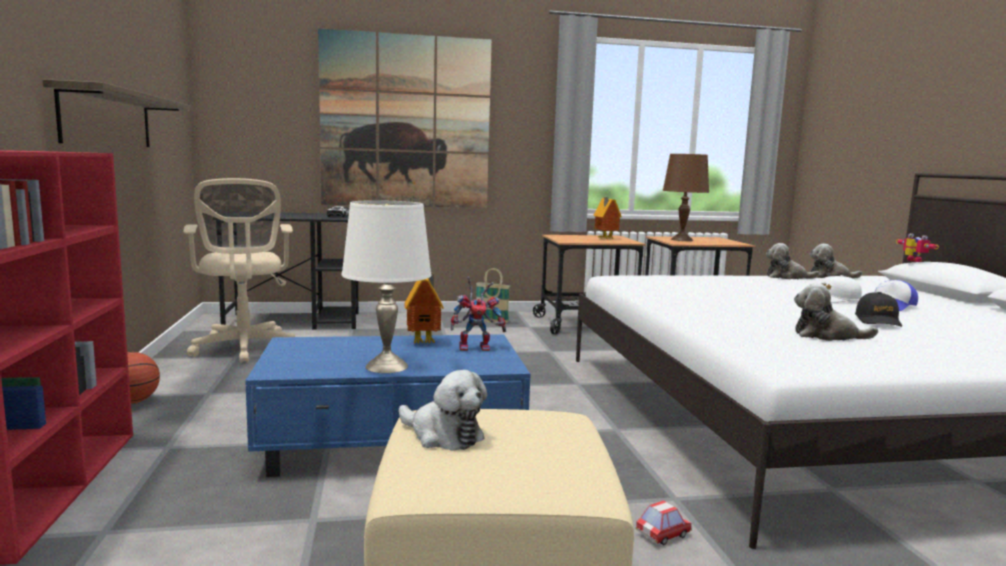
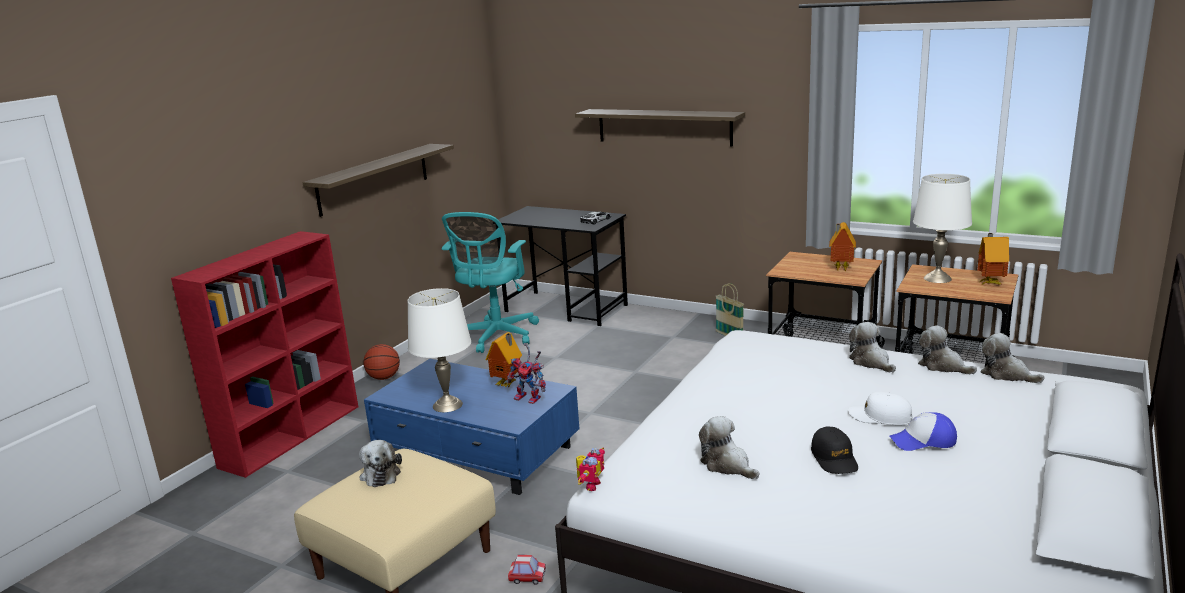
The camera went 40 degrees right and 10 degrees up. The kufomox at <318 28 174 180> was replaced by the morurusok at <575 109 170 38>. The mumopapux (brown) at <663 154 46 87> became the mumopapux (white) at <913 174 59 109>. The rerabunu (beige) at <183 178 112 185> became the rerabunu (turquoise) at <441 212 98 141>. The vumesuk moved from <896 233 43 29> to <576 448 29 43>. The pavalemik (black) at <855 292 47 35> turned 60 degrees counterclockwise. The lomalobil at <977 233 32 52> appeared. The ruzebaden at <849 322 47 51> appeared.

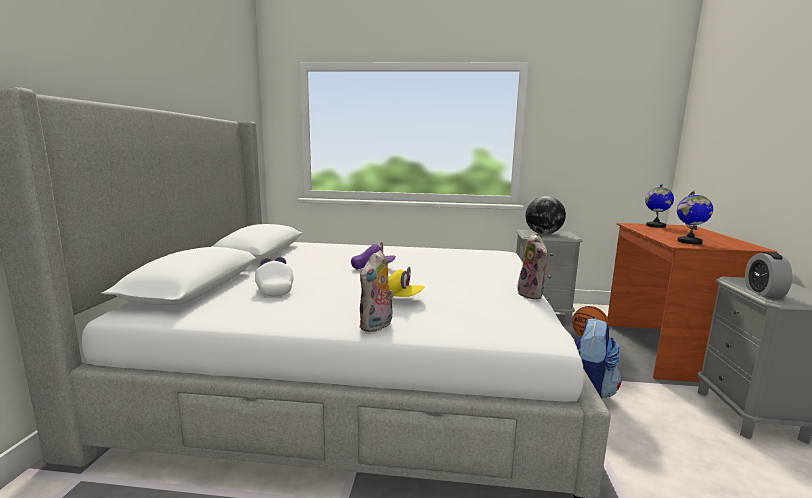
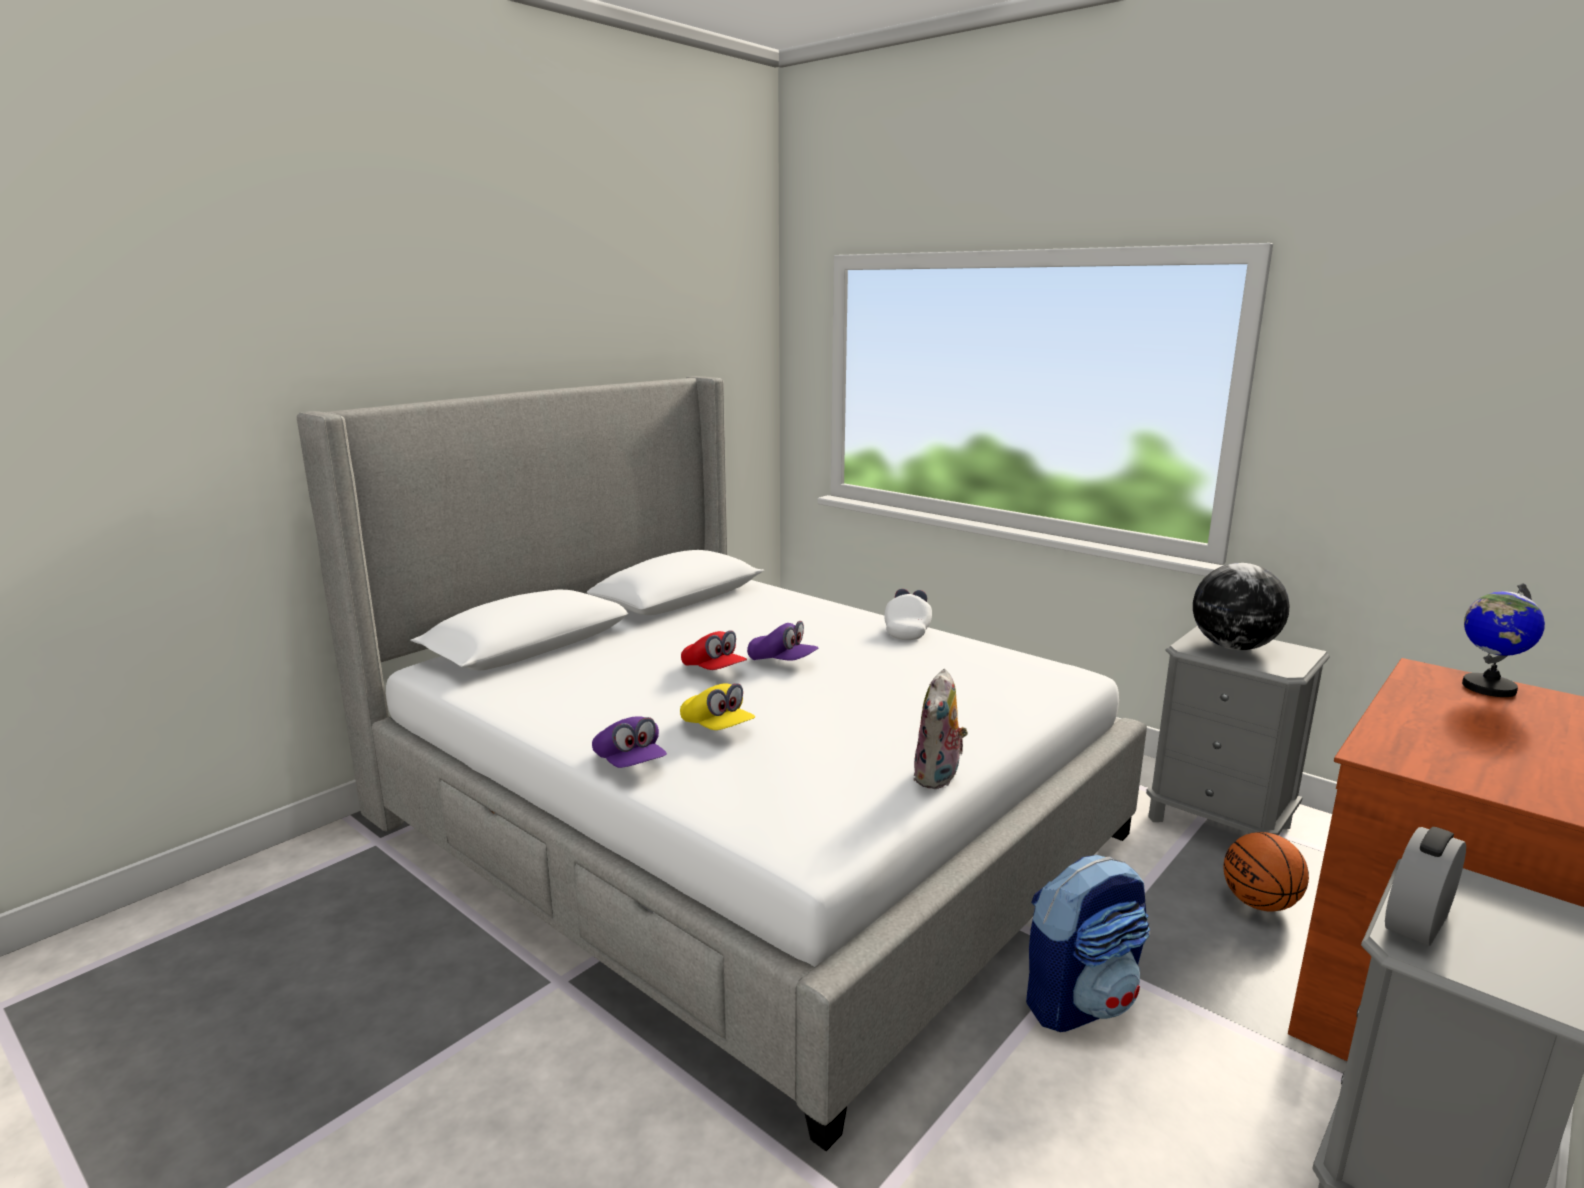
The camera went 35 degrees right and 5 degrees up. The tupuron at <677 190 36 54> disappeared. The ruzebaden at <359 250 35 82> was replaced by the pavalemik (purple) at <592 716 75 52>. The pavalemik (white) moved from <255 257 39 39> to <884 589 48 51>. The pavalemik (red) at <681 630 66 40> appeared.

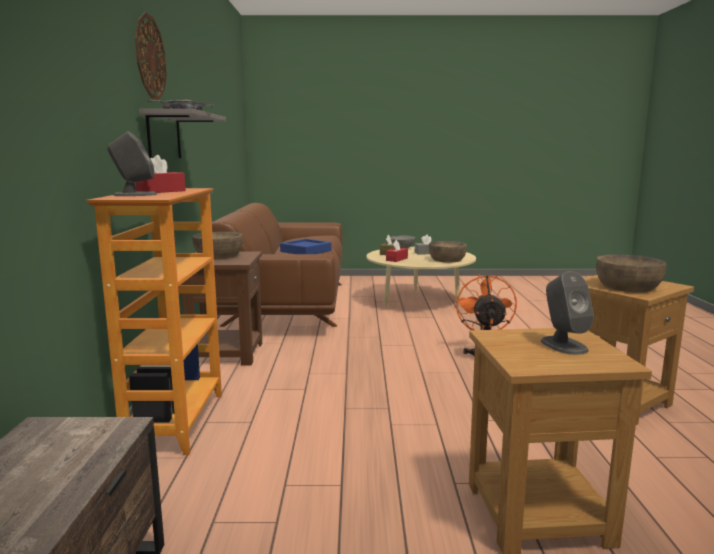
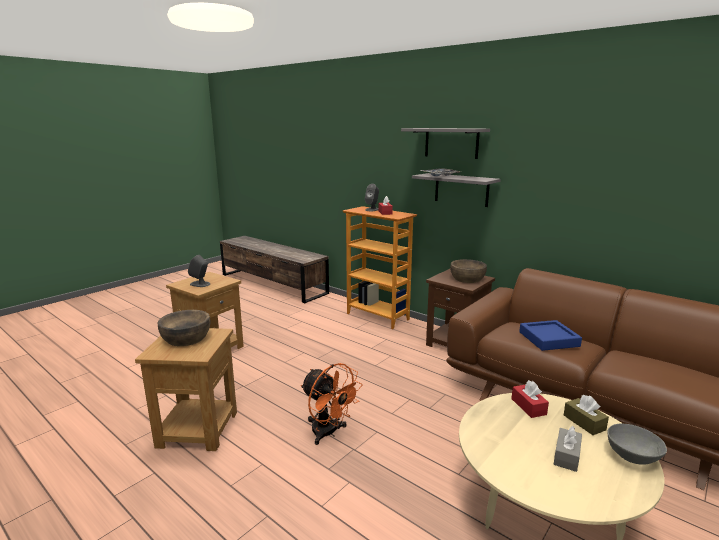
The camera went 130 degrees right and 5 degrees up. The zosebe at <135 12 32 88> was replaced by the morurusok (grey) at <401 128 89 31>. The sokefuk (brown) at <429 241 38 22> disappeared.

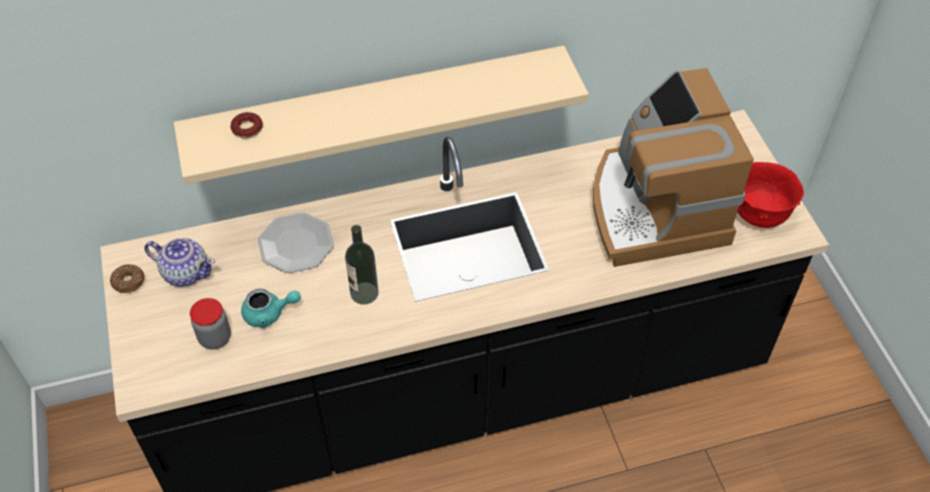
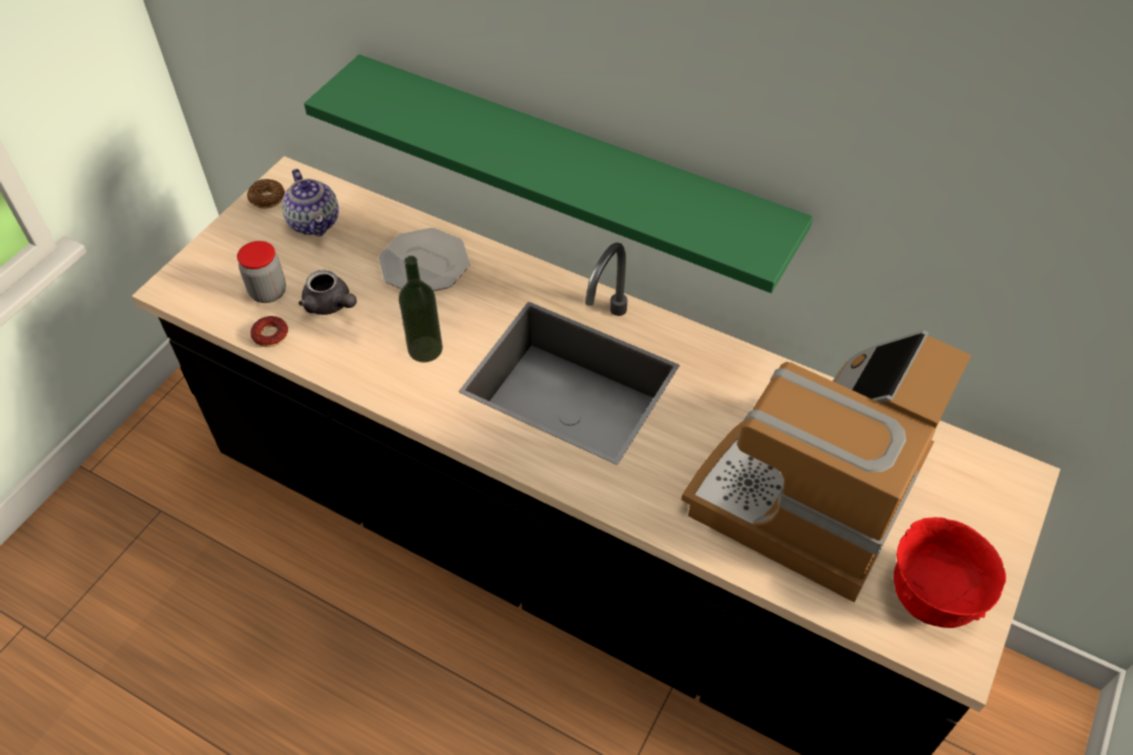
The camera went 45 degrees right and 0 degrees up. The morurusok (beige) at <174 46 415 139> became the morurusok (green) at <304 54 509 239>. The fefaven moved from <231 112 32 26> to <251 316 37 31>. The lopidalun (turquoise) at <241 289 60 39> became the lopidalun (grey) at <298 270 59 45>.

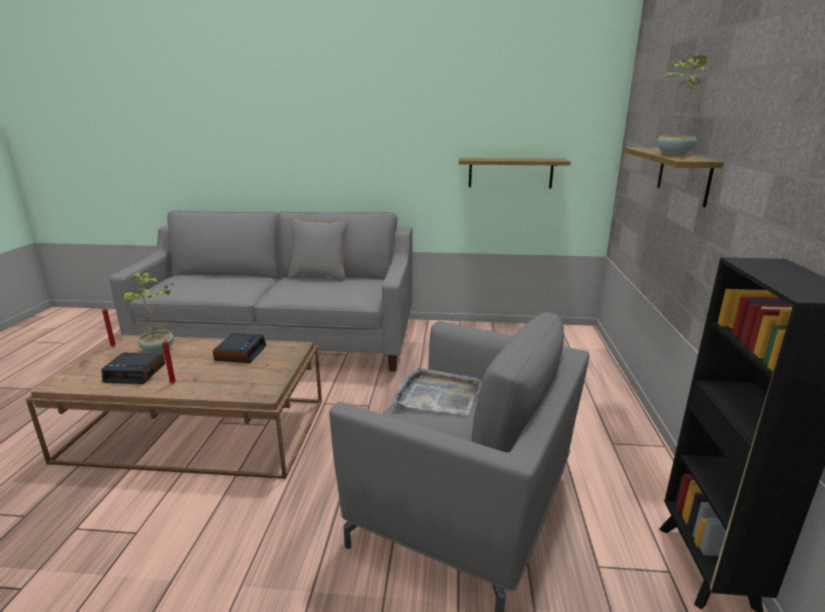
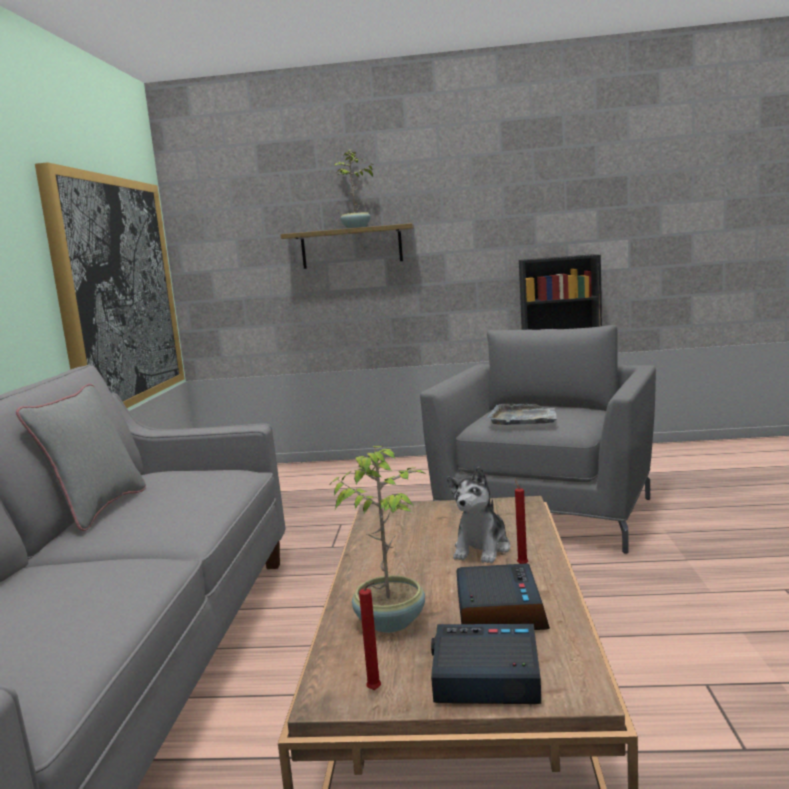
The camera went 90 degrees left and 10 degrees down. The morurusok at <459 158 112 30> was replaced by the kufomox at <35 162 150 246>. The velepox moved from <213 333 53 30> to <431 624 110 80>. The ruzebaden at <447 467 63 97> appeared.

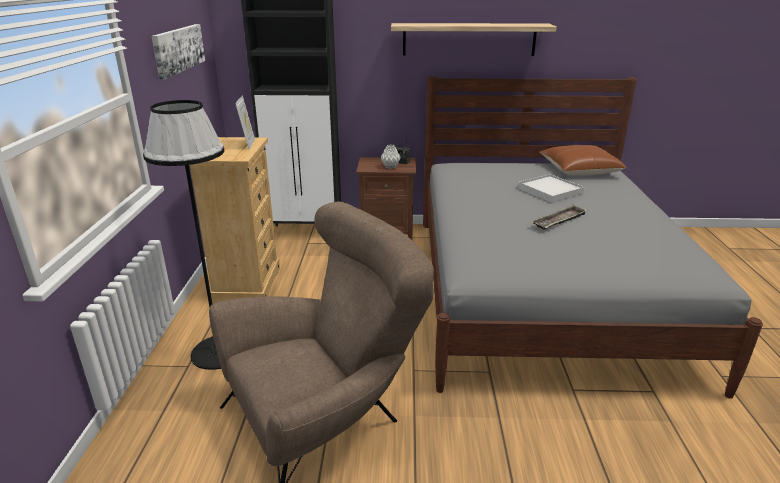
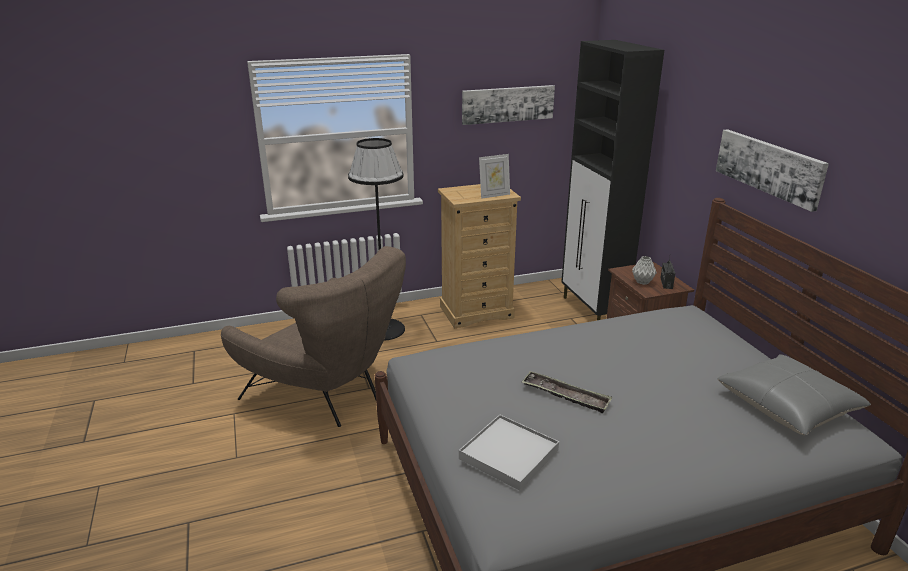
The camera went 70 degrees right and 0 degrees up. The morurusok at <391 23 166 33> was replaced by the kufomox at <716 129 113 83>. The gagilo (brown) at <539 145 87 30> became the gagilo (grey) at <717 354 154 81>. The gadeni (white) moved from <518 174 67 29> to <459 414 100 77>.

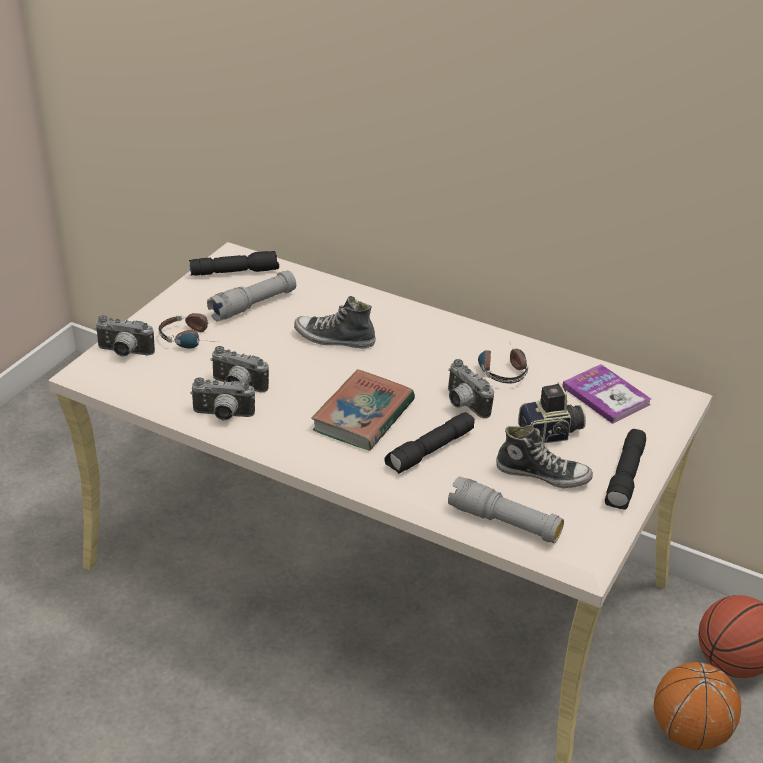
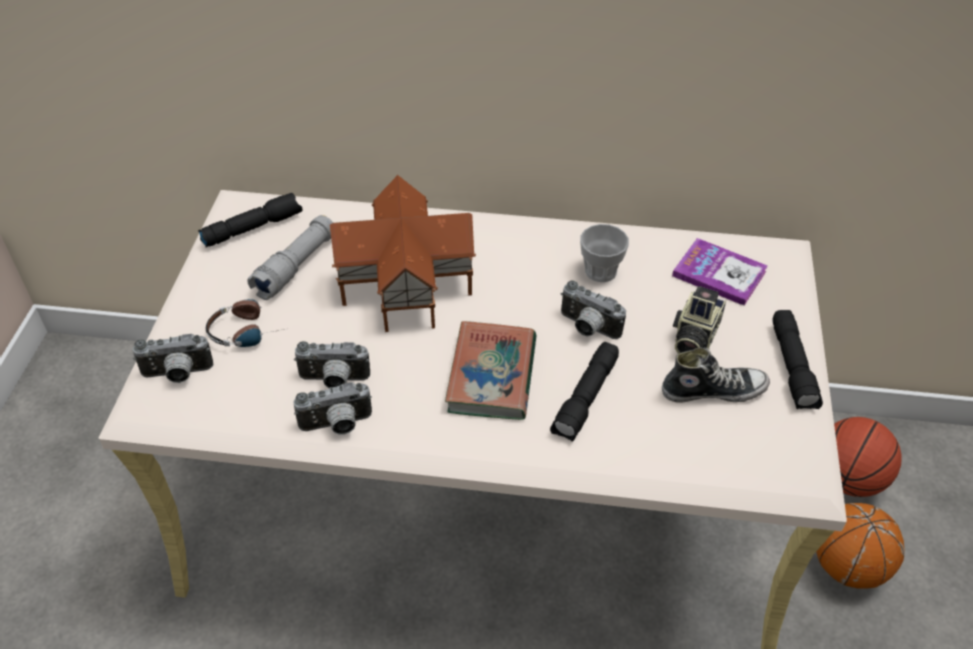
The camera went 20 degrees left and 10 degrees up. The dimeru at <294 296 82 52> was replaced by the lomalobil at <330 175 146 157>. The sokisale at <478 348 50 35> was replaced by the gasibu at <580 224 49 58>. The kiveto at <518 382 68 61> turned 150 degrees clockwise. The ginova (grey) at <448 477 116 67> disappeared.

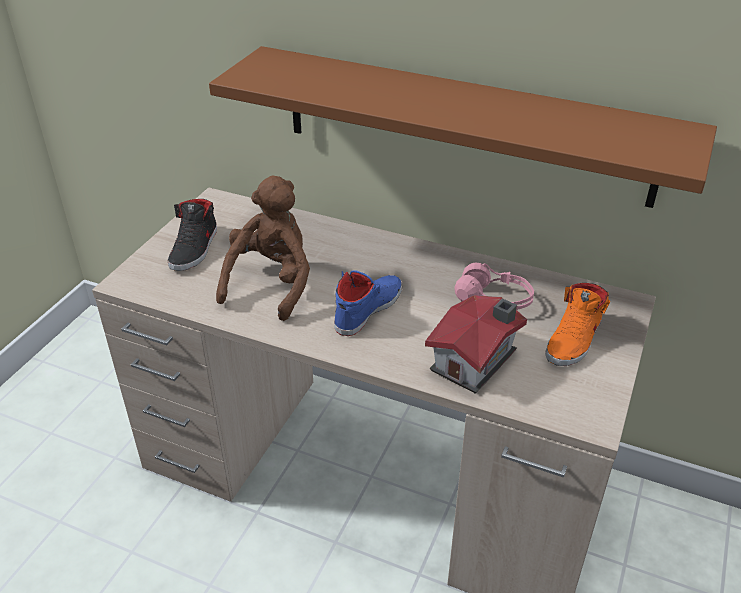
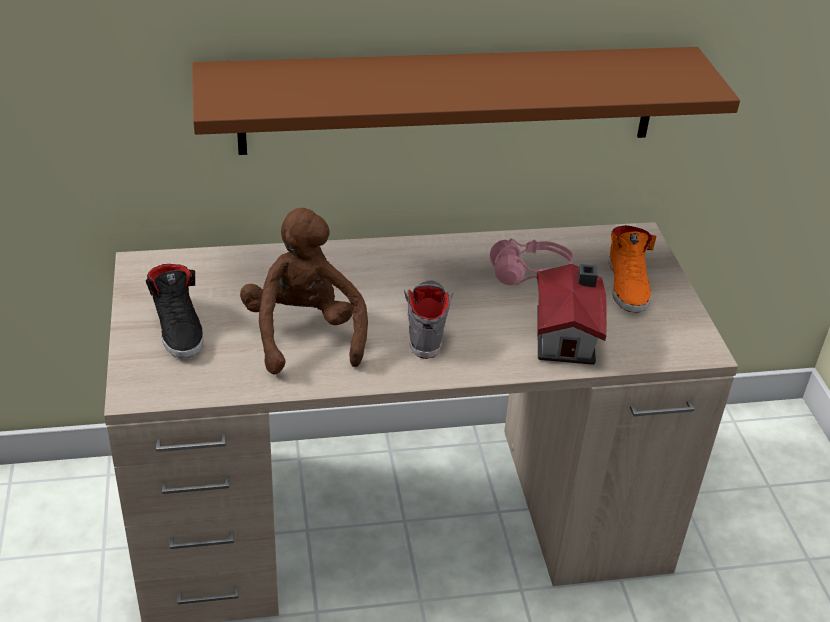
The camera went 35 degrees left and 0 degrees up. The dimeru (blue) at <334 270 68 66> became the dimeru (grey) at <404 280 50 79>.

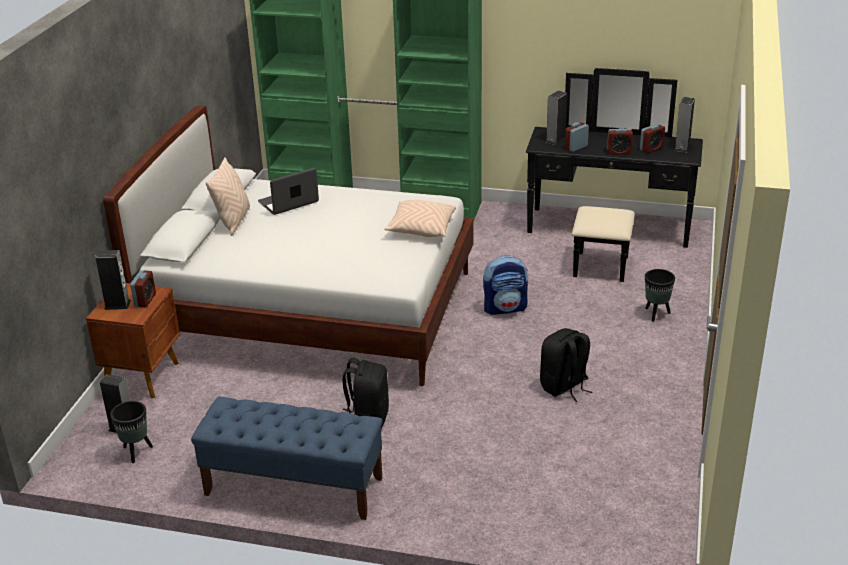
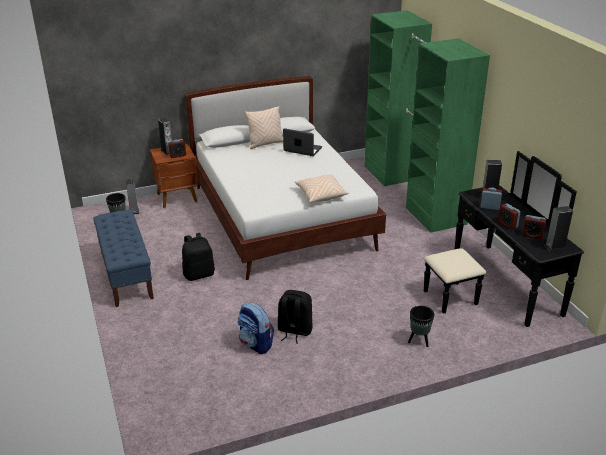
The camera went 55 degrees right and 0 degrees up. The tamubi moved from <483 255 45 60> to <238 303 36 51>.

